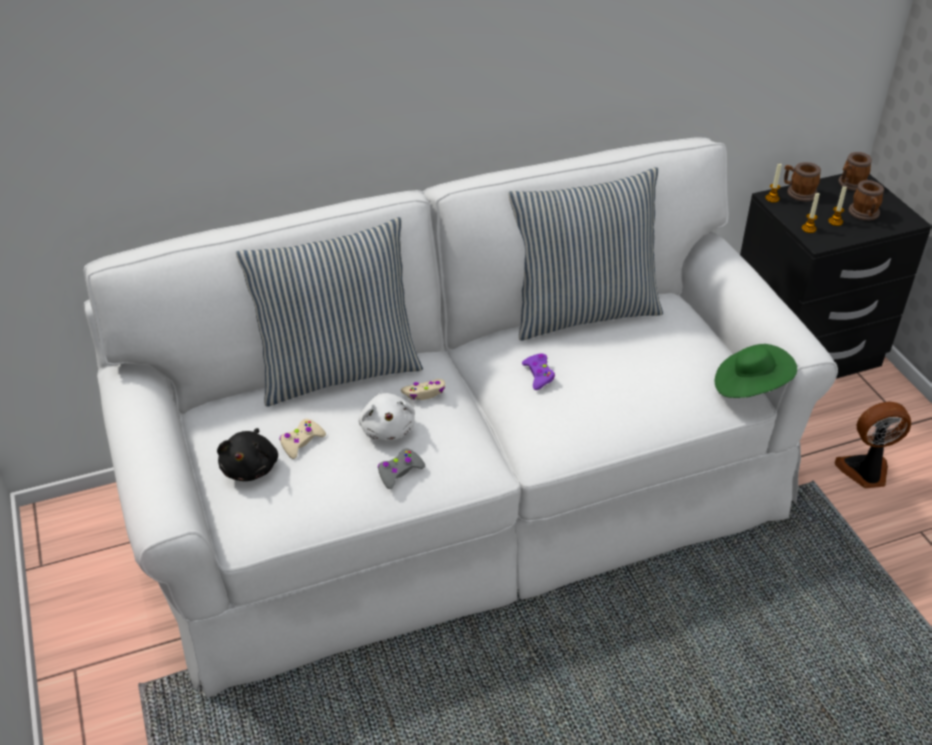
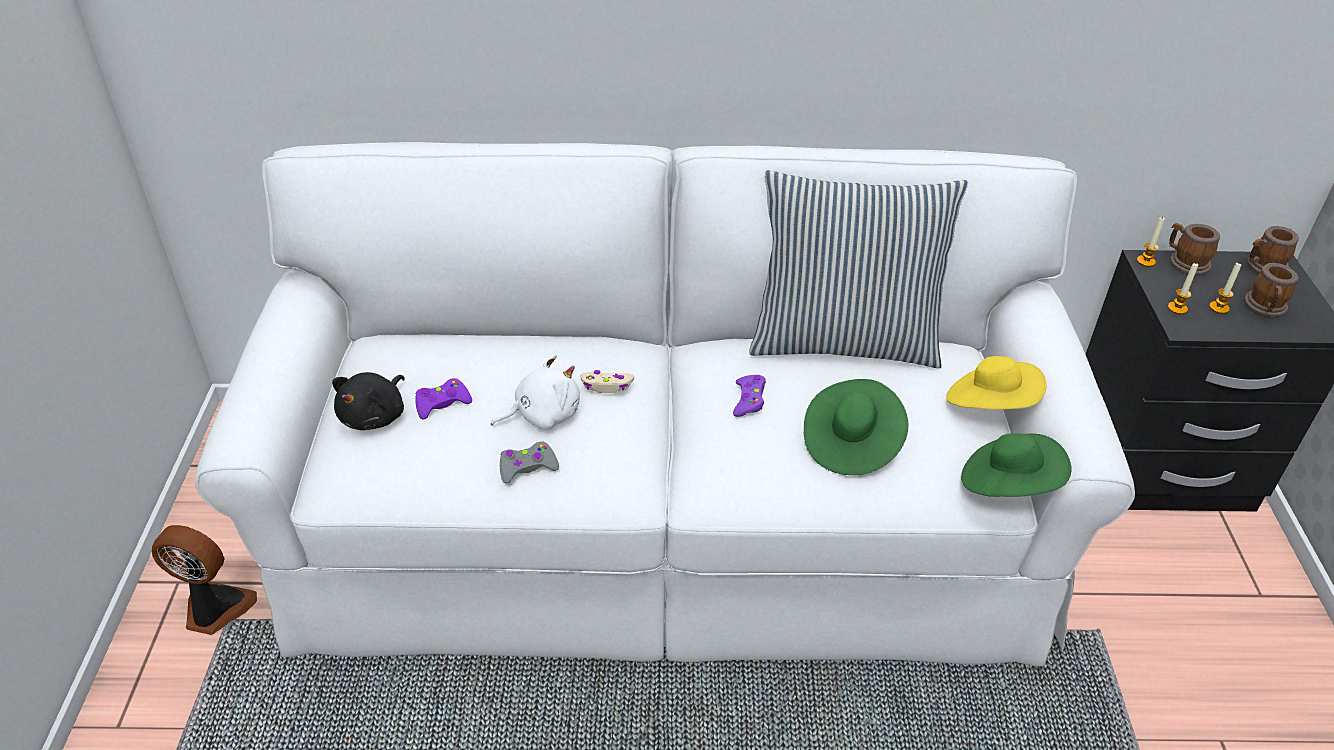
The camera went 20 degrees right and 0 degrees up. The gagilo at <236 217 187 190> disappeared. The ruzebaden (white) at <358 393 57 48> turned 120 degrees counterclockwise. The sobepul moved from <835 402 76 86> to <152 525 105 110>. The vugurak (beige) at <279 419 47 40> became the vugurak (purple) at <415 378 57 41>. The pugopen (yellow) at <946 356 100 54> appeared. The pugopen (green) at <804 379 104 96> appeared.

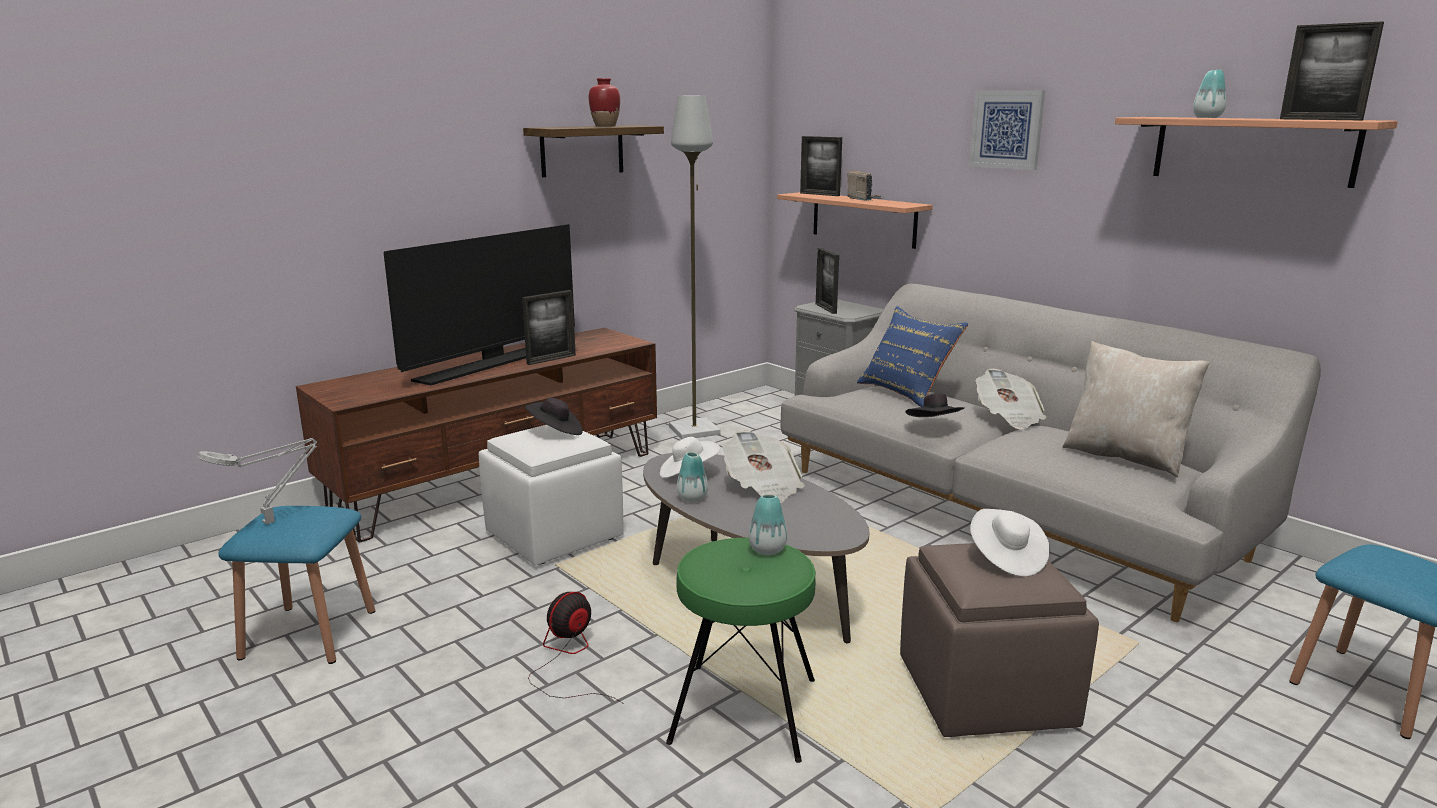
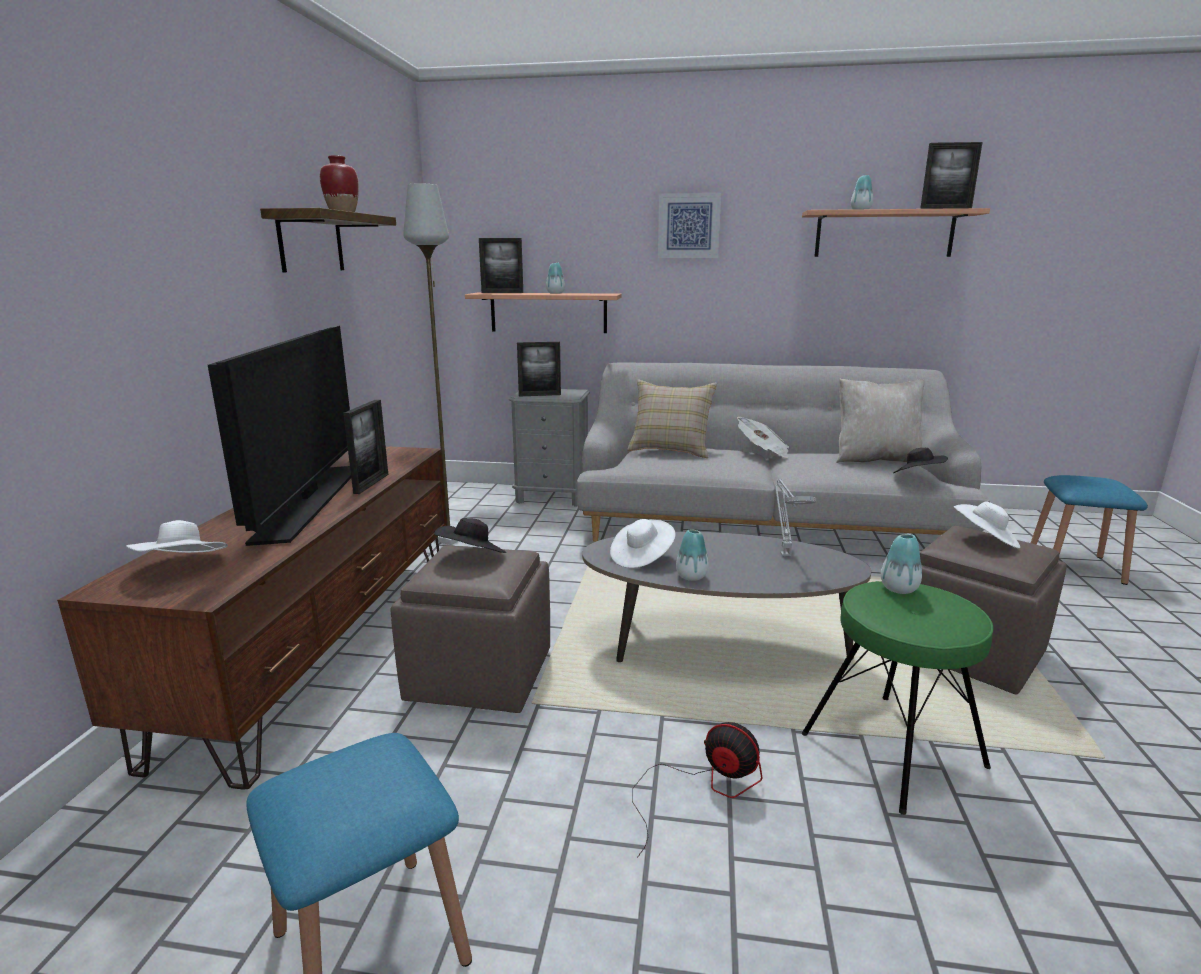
The camera went 40 degrees left and 0 degrees up. The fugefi at <848 170 36 31> was replaced by the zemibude at <546 263 19 31>. The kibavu at <816 248 23 66> turned 45 degrees counterclockwise. The gagilo (blue) at <857 306 112 101> became the gagilo (beige) at <627 380 90 78>. The pugopen (black) moved from <905 393 60 24> to <894 448 54 25>. The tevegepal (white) at <479 425 145 140> became the tevegepal (brown) at <391 546 159 167>. The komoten at <722 430 83 73> disappeared. The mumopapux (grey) moved from <198 438 119 86> to <775 479 41 77>. The sobepul at <528 592 96 112> turned 120 degrees clockwise. The pugopen (white) at <126 520 102 33> appeared.

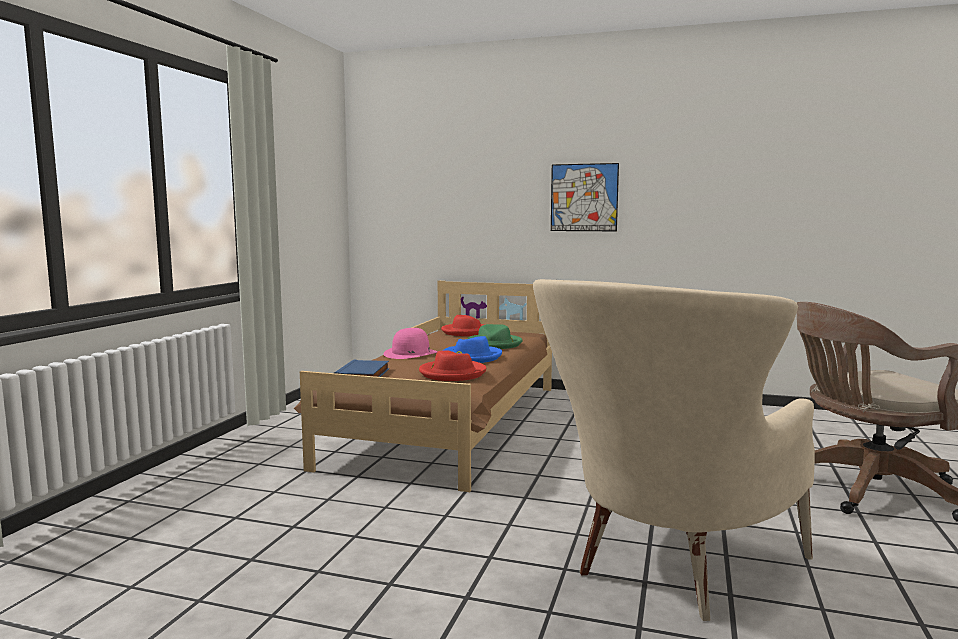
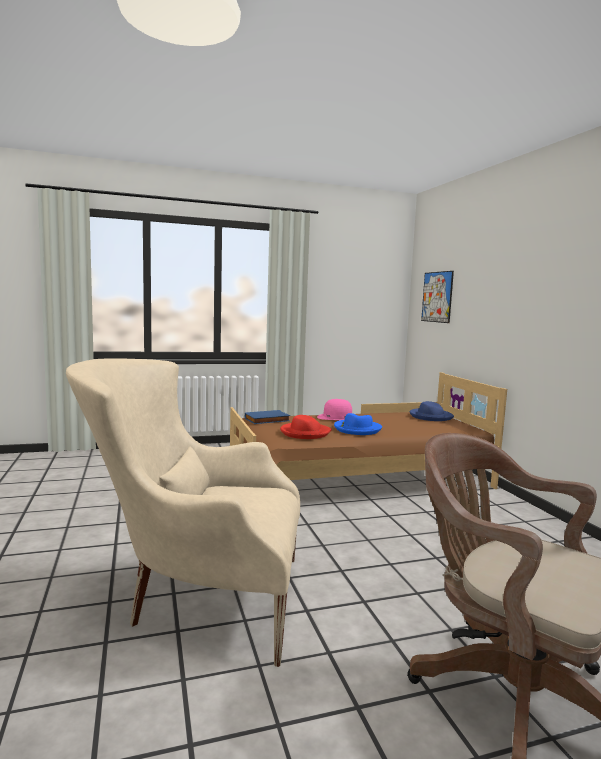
The camera went 55 degrees right and 0 degrees up. The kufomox moved from <551 163 68 68> to <421 271 33 52>. The pugopen (red) at <441 315 44 21> became the pugopen (blue) at <410 401 44 20>. The pugopen (green) at <467 324 56 25> disappeared.

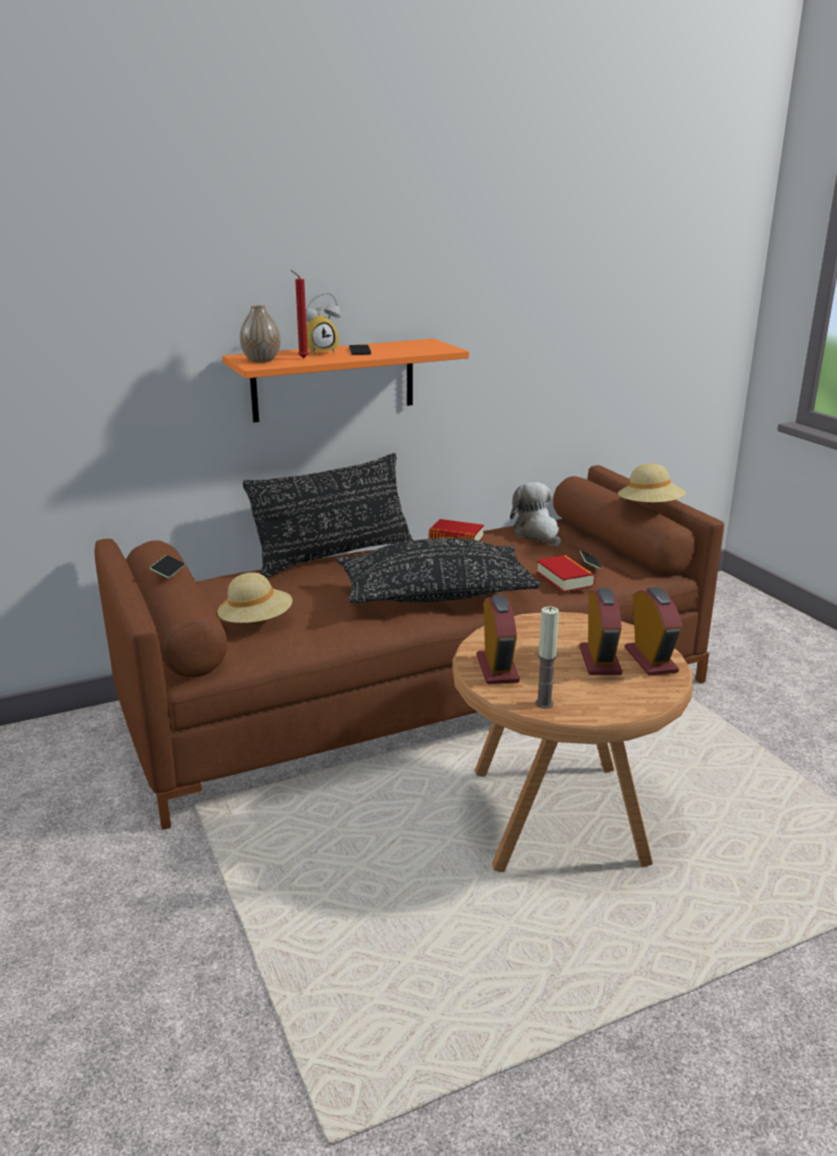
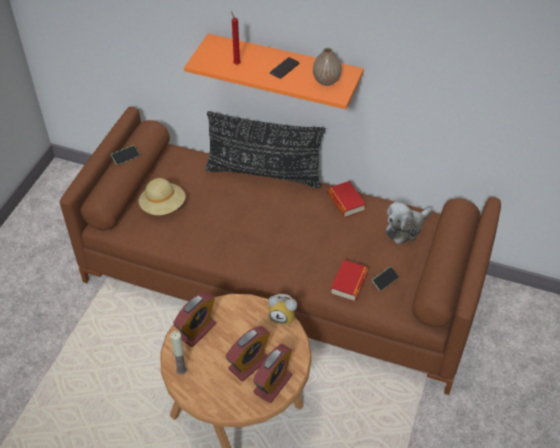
The camera went 45 degrees right and 25 degrees up. The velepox moved from <306 292 35 63> to <268 294 29 31>. The zemibude moved from <240 305 41 58> to <313 48 29 38>. The pugopen (beige) at <618 464 68 38> disappeared. The ruzebaden at <510 482 51 65> turned 150 degrees counterclockwise. The gagilo (black) at <337 538 204 65> disappeared.

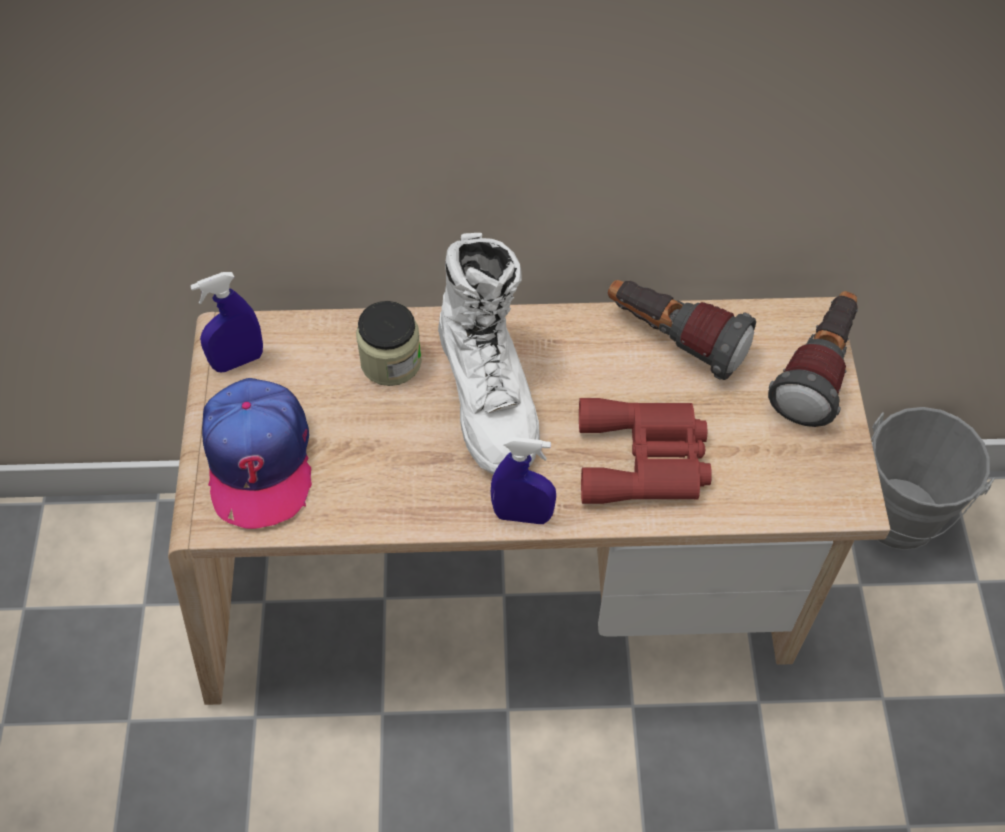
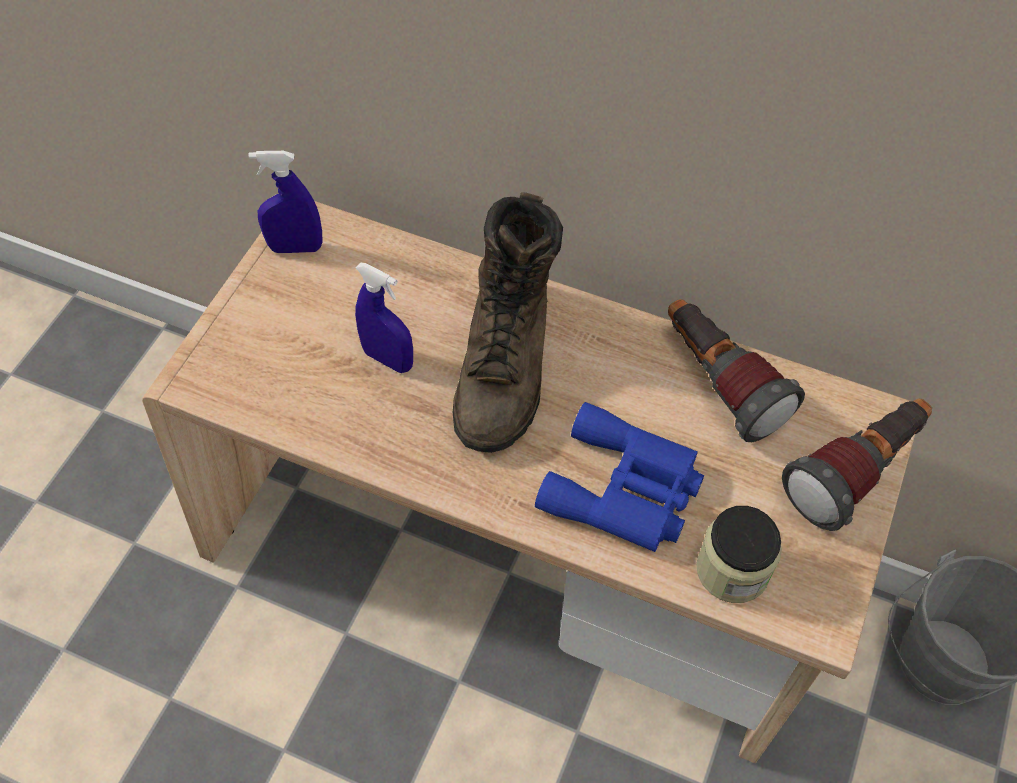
The camera went 25 degrees right and 0 degrees up. The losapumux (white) at <438 233 102 241> became the losapumux (brown) at <453 192 110 261>. The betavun moved from <356 301 66 85> to <696 506 86 97>. The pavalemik at <202 378 110 151> disappeared. The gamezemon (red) at <579 398 133 106> became the gamezemon (blue) at <535 402 169 150>. The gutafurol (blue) moved from <491 437 65 87> to <355 262 58 111>.

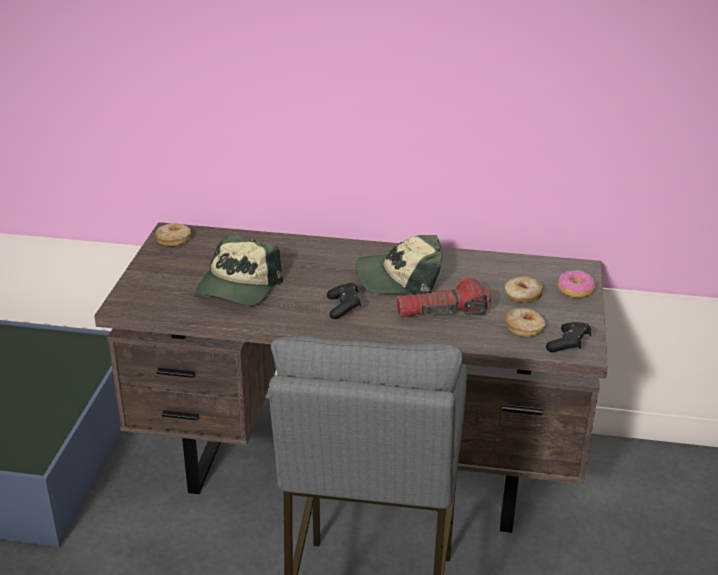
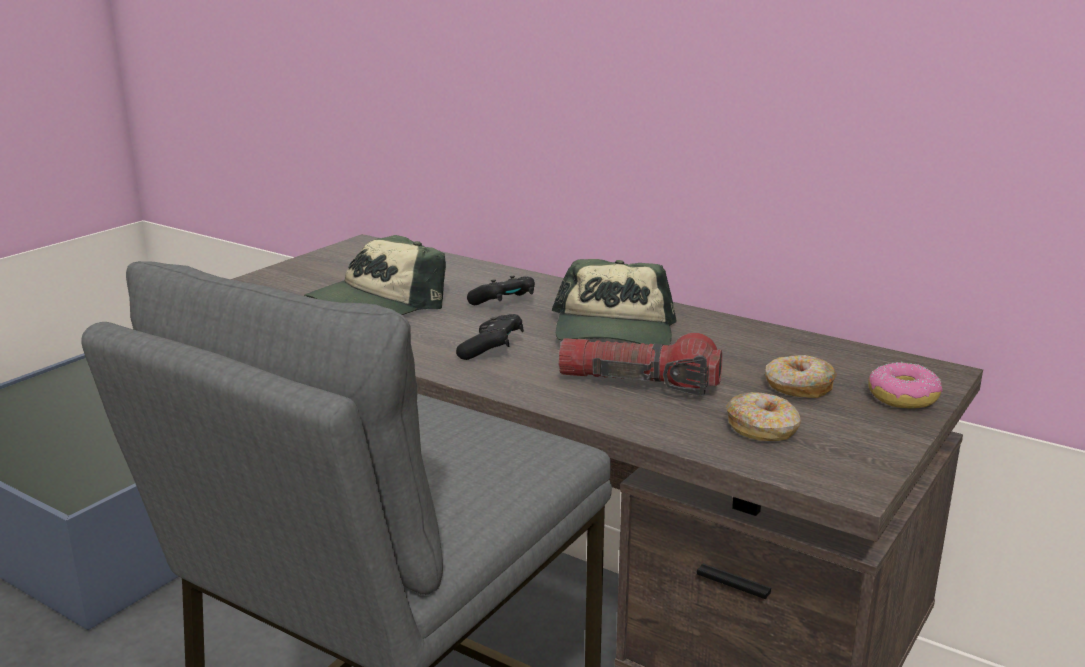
The camera went 25 degrees right and 10 degrees down. The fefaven at <156 223 35 23> disappeared. The pavalemik at <356 235 87 60> turned 105 degrees counterclockwise. The vugurak (black) moved from <546 322 45 30> to <467 276 68 29>.

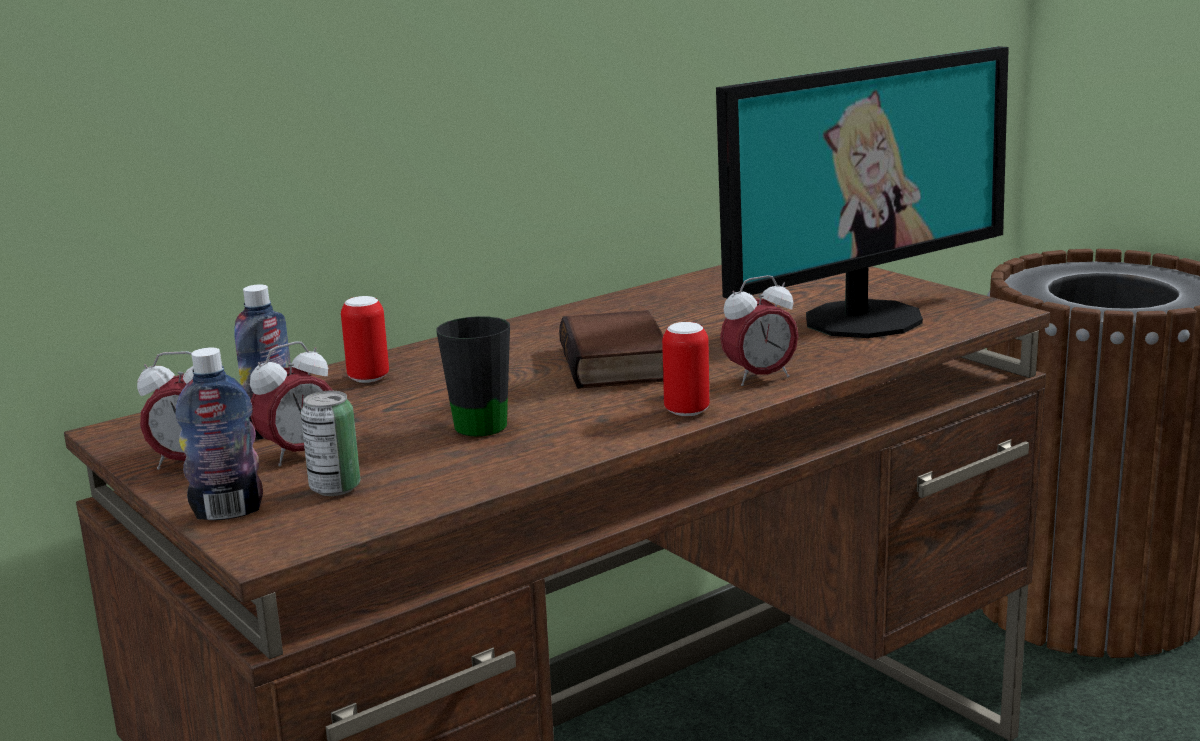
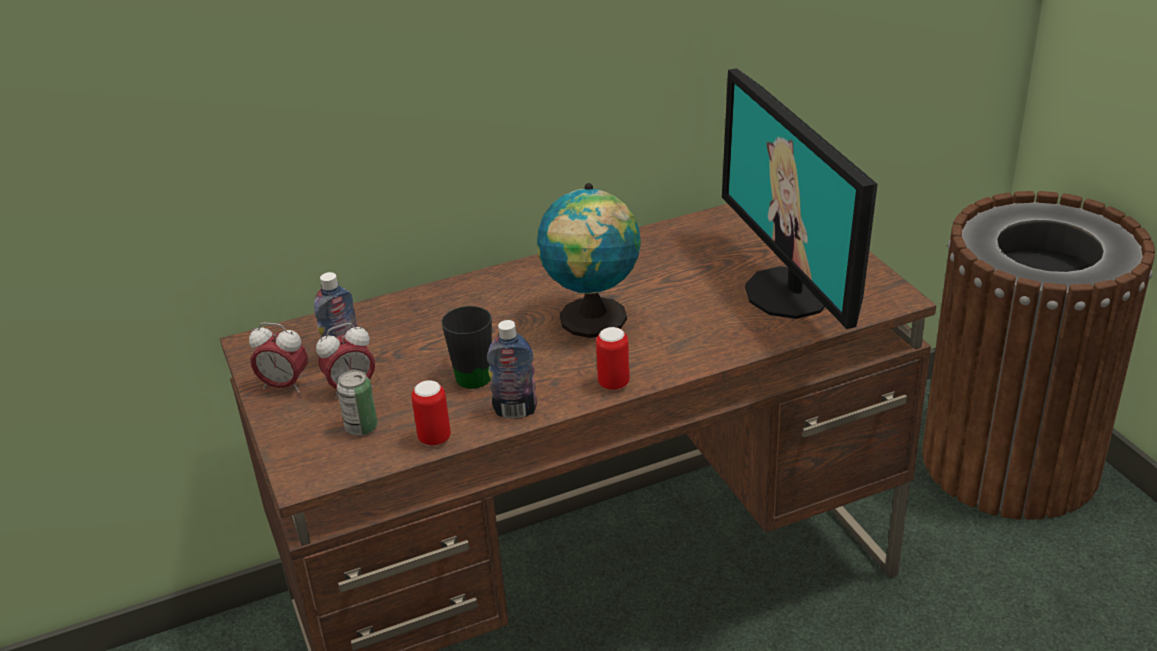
The camera went 15 degrees right and 15 degrees up. The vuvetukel at <716 46 293 292> turned 90 degrees clockwise. The velepox at <720 275 78 111> disappeared. The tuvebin moved from <341 296 48 87> to <411 380 40 66>. The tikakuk at <559 310 104 79> was replaced by the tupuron at <537 183 104 155>. The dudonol moved from <175 348 88 172> to <487 320 51 98>.

